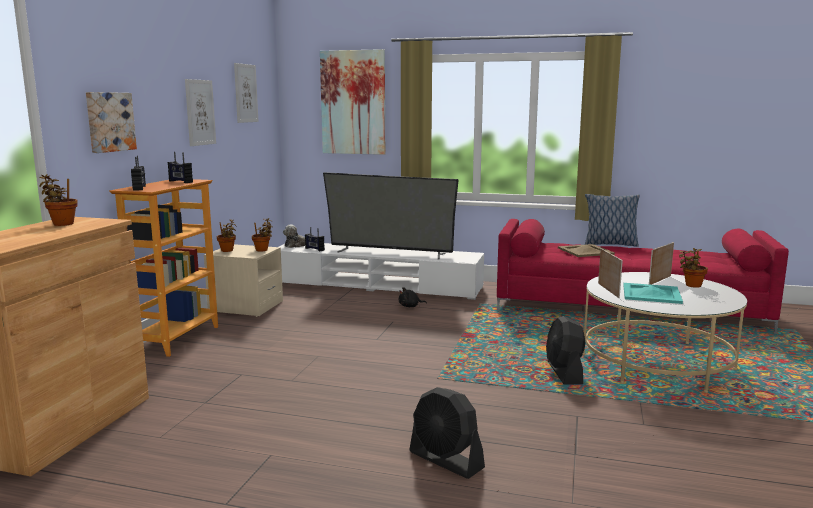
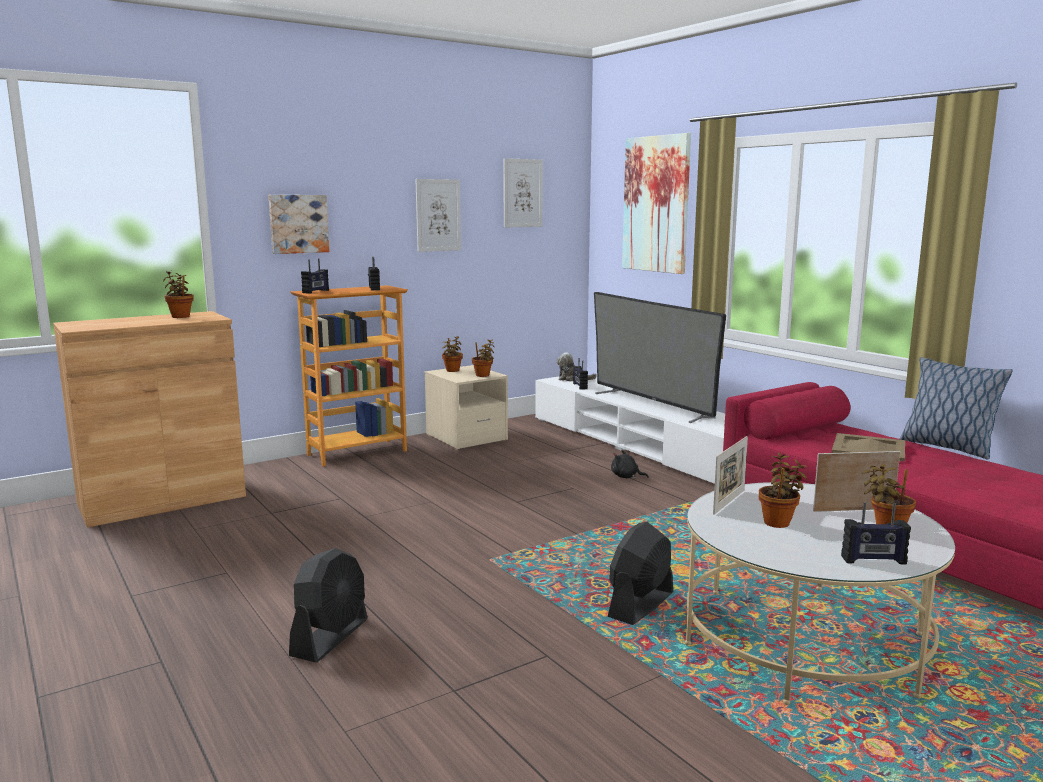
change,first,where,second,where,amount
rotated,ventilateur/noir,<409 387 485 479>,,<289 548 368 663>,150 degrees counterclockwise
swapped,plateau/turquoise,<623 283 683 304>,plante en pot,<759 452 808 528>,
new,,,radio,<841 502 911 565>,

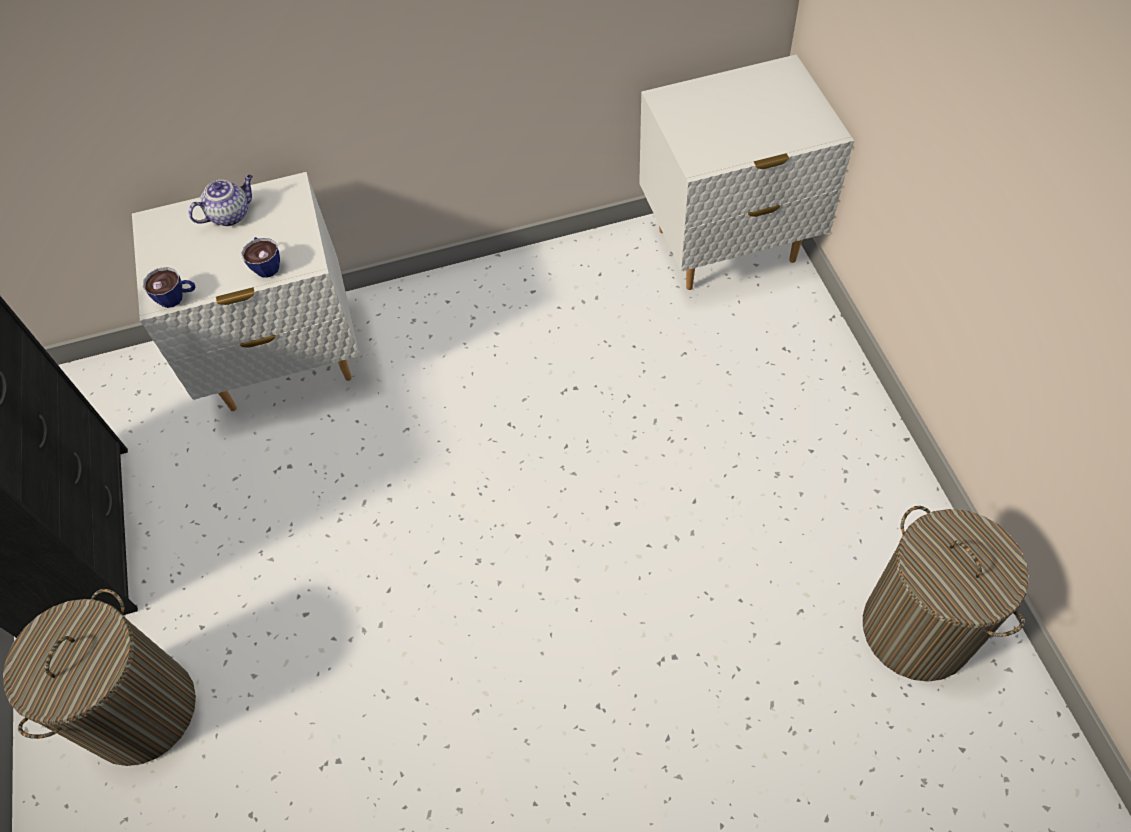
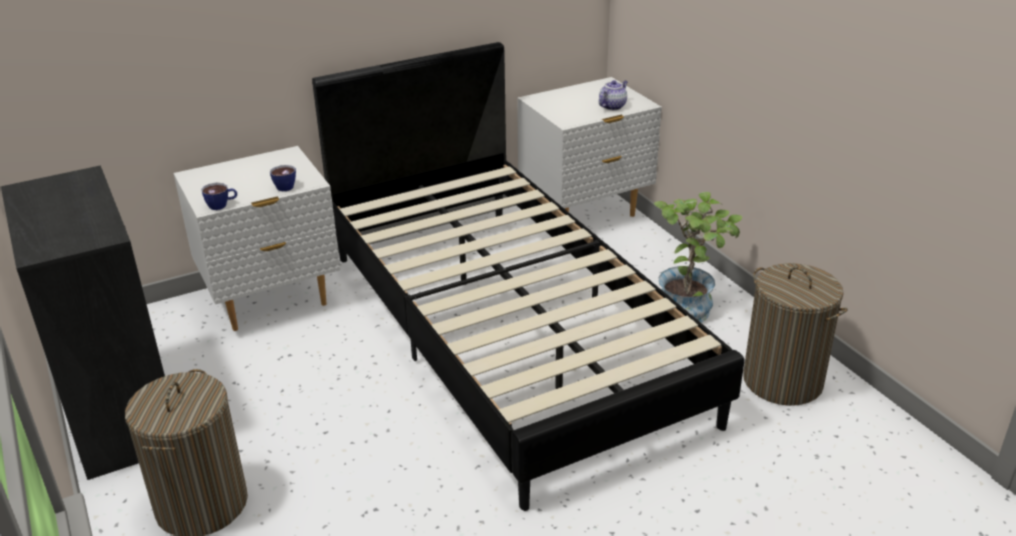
change,first,where,second,where,amount
new,,,lit/noir,<312 42 745 511>,
shifted,théière,<189 174 253 226>,,<599 80 628 110>,
new,,,plante en pot,<653 192 742 323>,

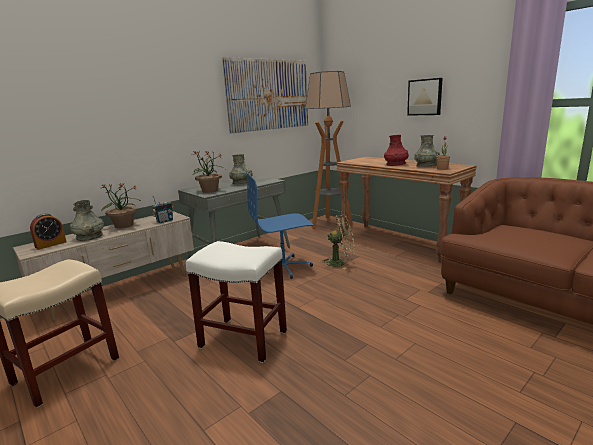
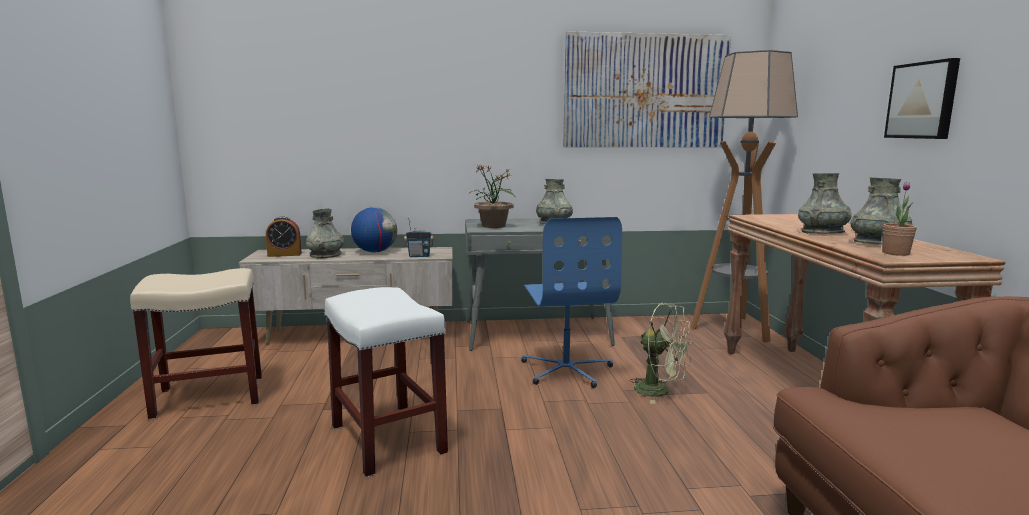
change,first,where,second,where,amount
swapped,plante en pot,<101 183 141 229>,globe,<351 207 397 252>,
rotated,chaise de bureau/bleu,<246 172 313 279>,,<521 217 622 388>,120 degrees counterclockwise
repainted,vase/rouge,<384 135 409 166>,vase/gris,<798 173 852 234>,

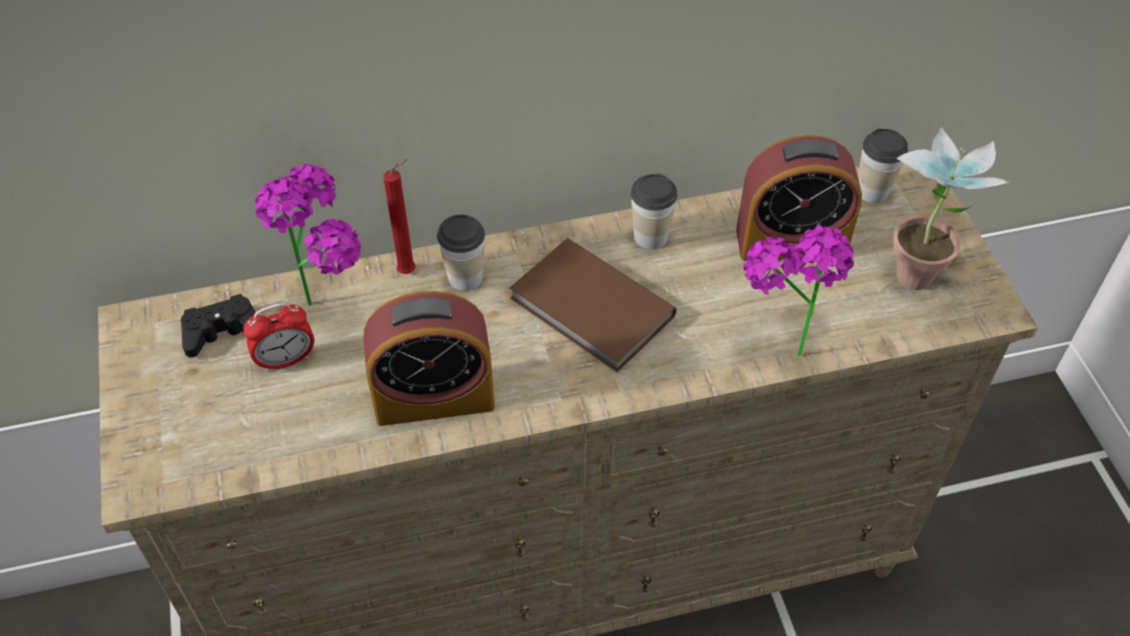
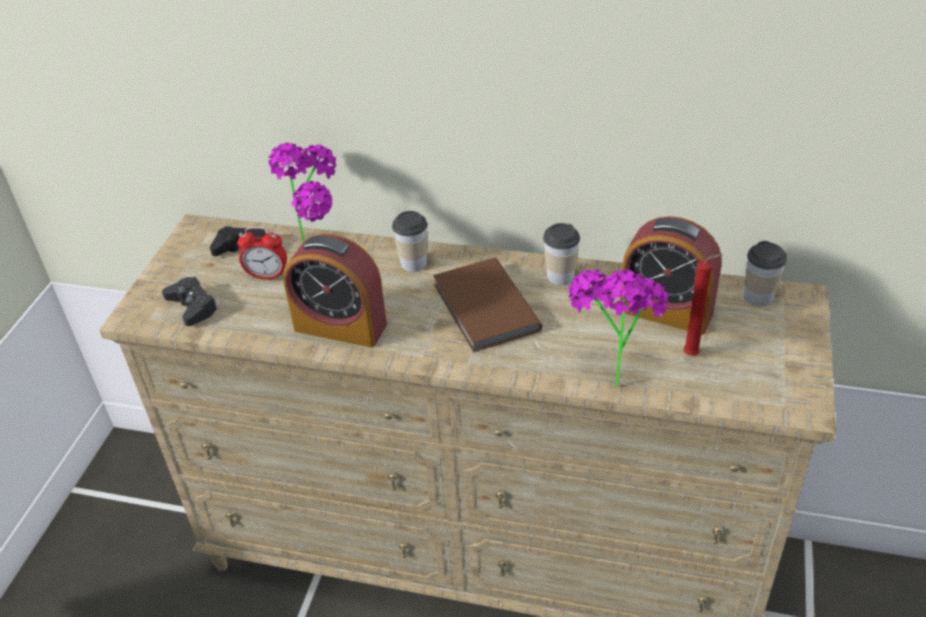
change,first,where,second,where,amount
new,,,manette/noir,<162 277 218 326>,
shifted,bougie/rouge,<383 159 416 274>,,<684 254 722 356>,
gone,plante en pot,<893 127 1011 290>,,,

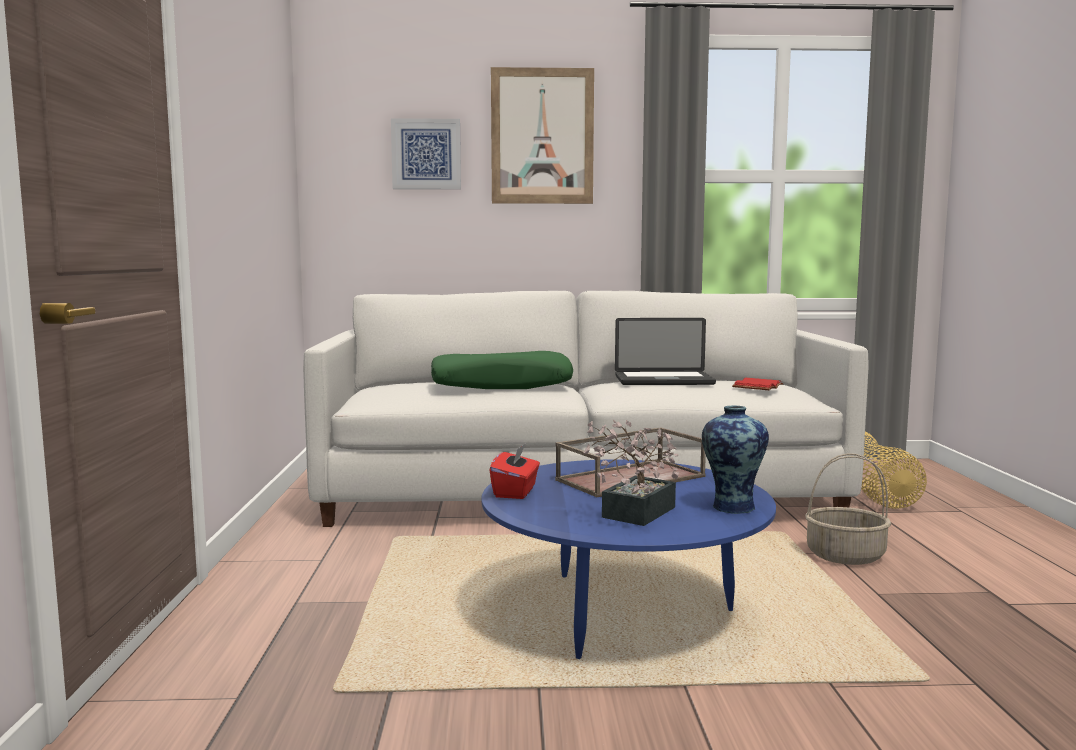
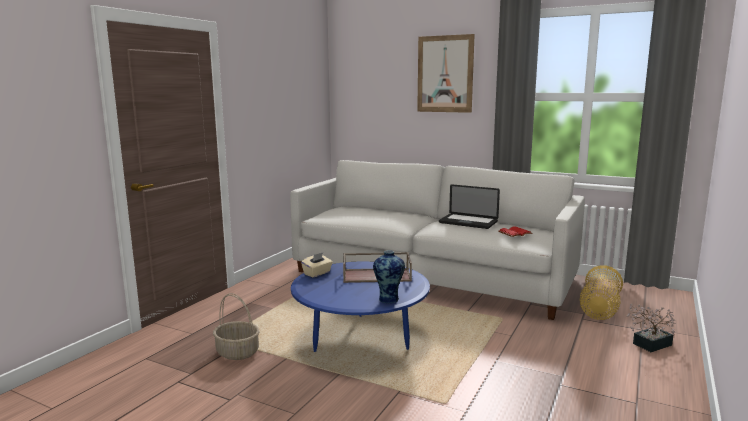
change,first,where,second,where,amount
shifted,panier,<805 453 891 565>,,<213 293 259 360>,
repainted,boîte à mouchoirs/rouge,<490 443 540 499>,boîte à mouchoirs/beige,<301 253 333 277>,
shifted,plante en pot,<584 420 679 526>,,<627 304 676 352>,
gone,tableau,<391 118 461 189>,,,
gone,coussin/vert,<431 351 573 389>,,,

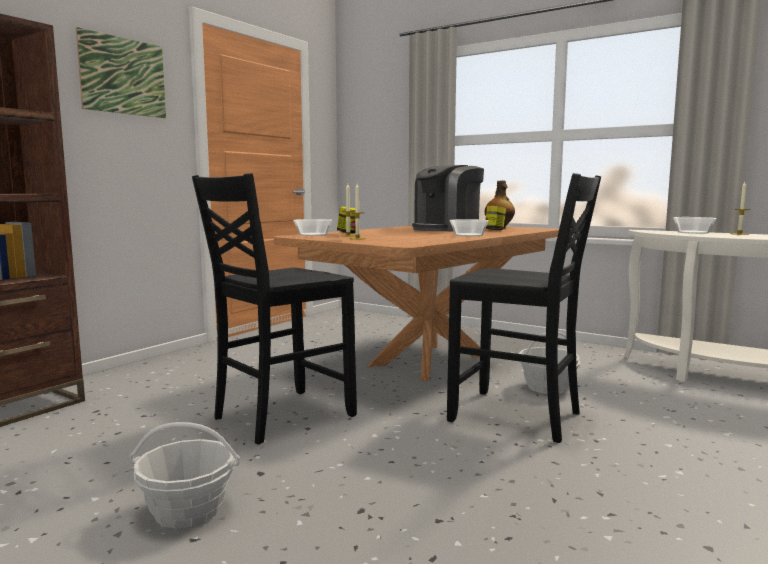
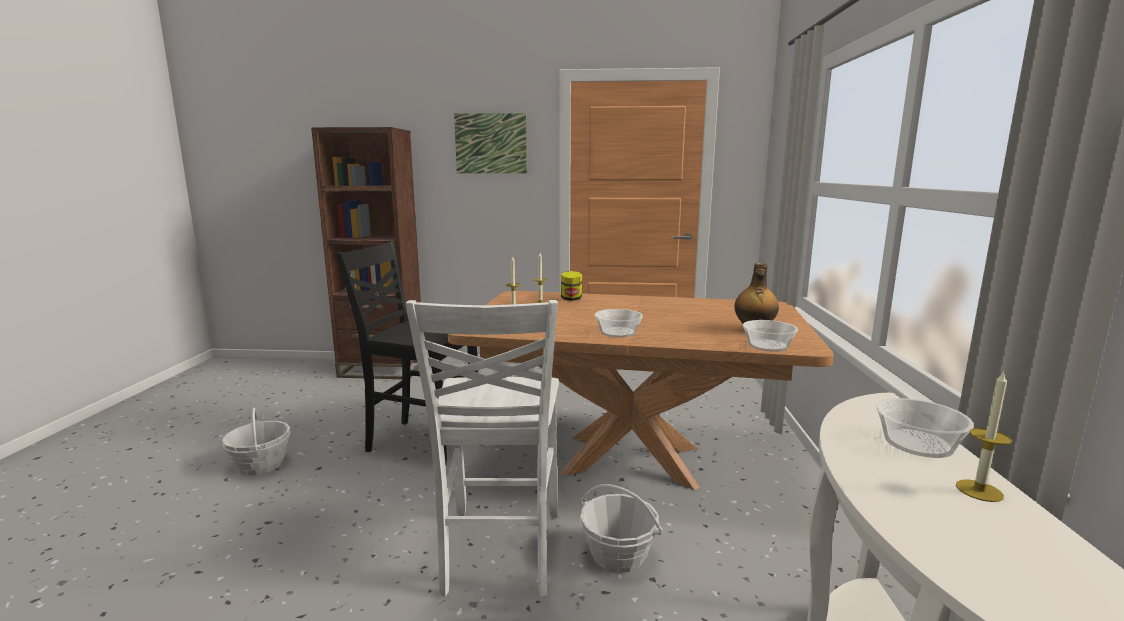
change,first,where,second,where,amount
repainted,chaise/noir,<447 173 601 443>,chaise/blanc,<405 300 559 597>,
shifted,bol,<293 219 332 236>,,<743 320 798 352>,
gone,machine à café,<412 165 484 232>,,,
gone,bocal,<485 206 506 230>,,,

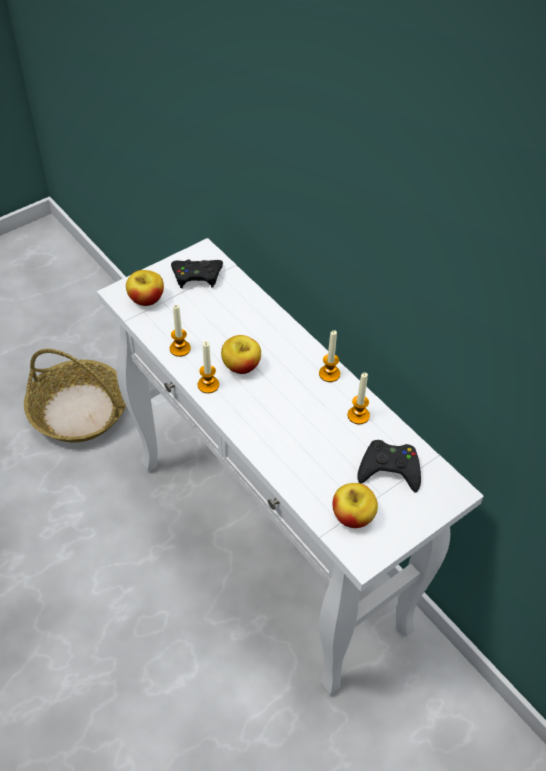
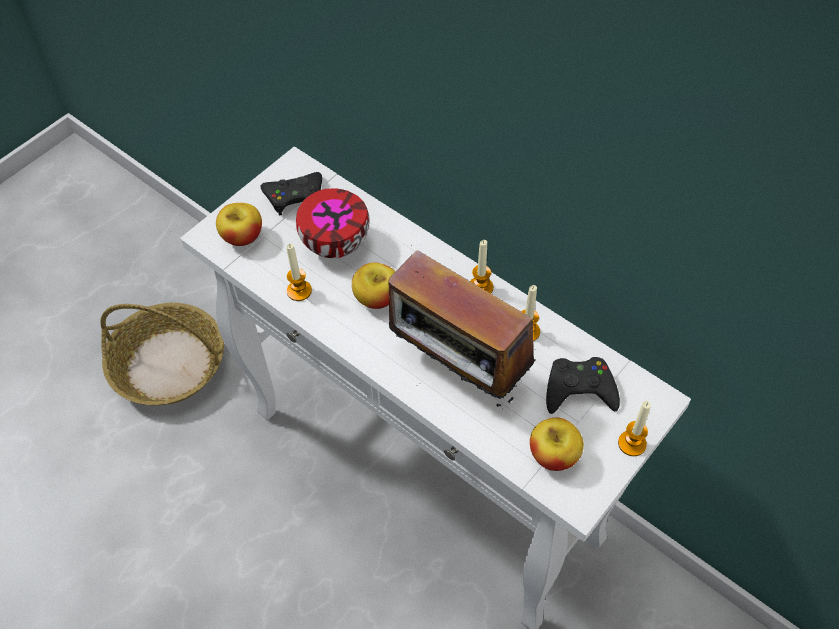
change,first,where,second,where,amount
new,,,bol,<296 188 369 258>,
new,,,radio,<388 245 535 407>,
shifted,bougie,<198 341 219 393>,,<618 401 651 456>,

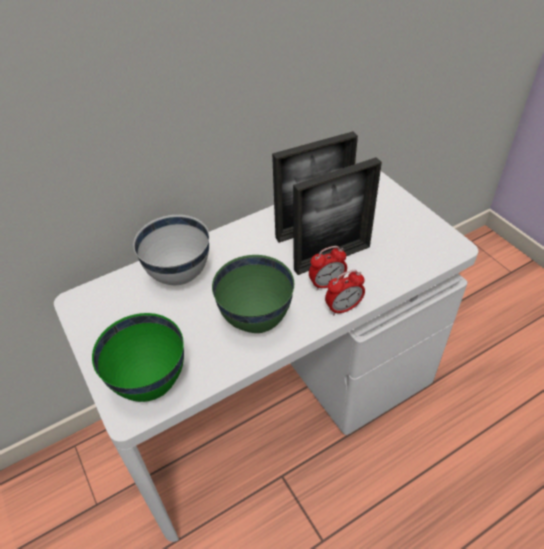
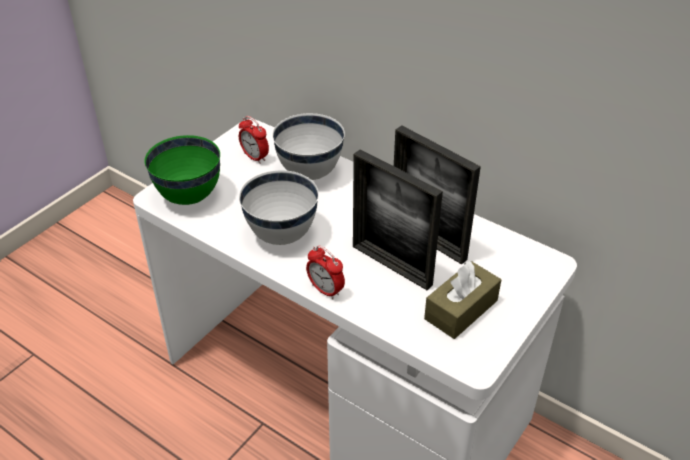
change,first,where,second,where,amount
shifted,réveil,<309 246 347 290>,,<239 116 269 164>,
repainted,bol/vert,<212 255 294 333>,bol/blanc,<239 170 319 245>,
new,,,boîte à mouchoirs/marron,<424 261 501 339>,

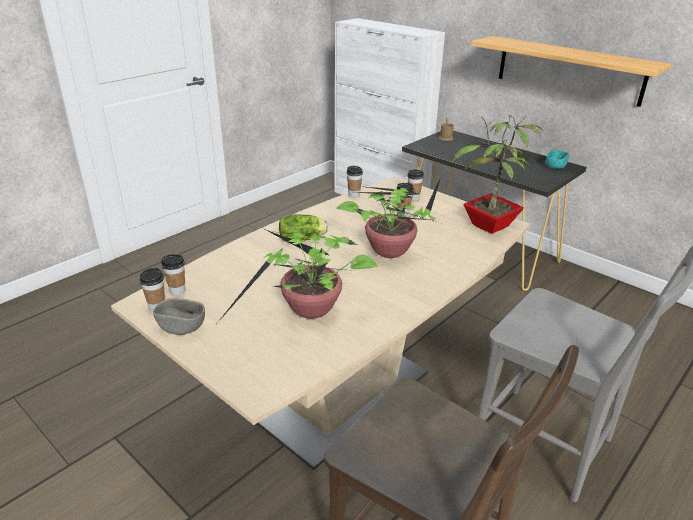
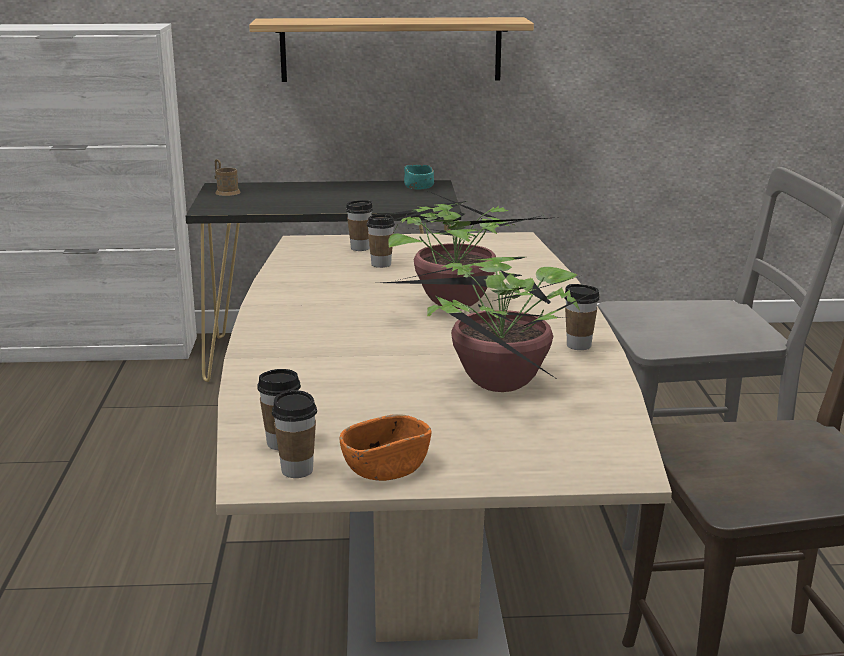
change,first,where,second,where,amount
repainted,bol/gris,<153 298 205 335>,bol/orange,<340 414 431 481>,
shifted,tasse,<347 166 363 197>,,<564 284 600 350>,
gone,laitue,<279 214 328 242>,,,
gone,plante en pot,<451 114 545 234>,,,

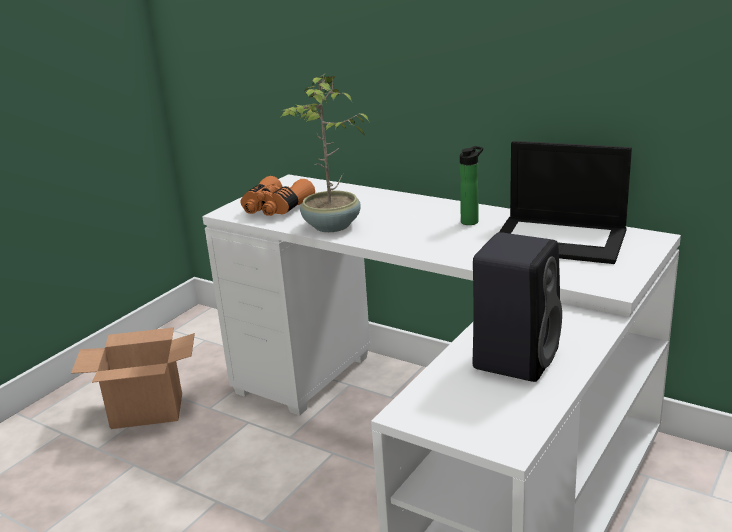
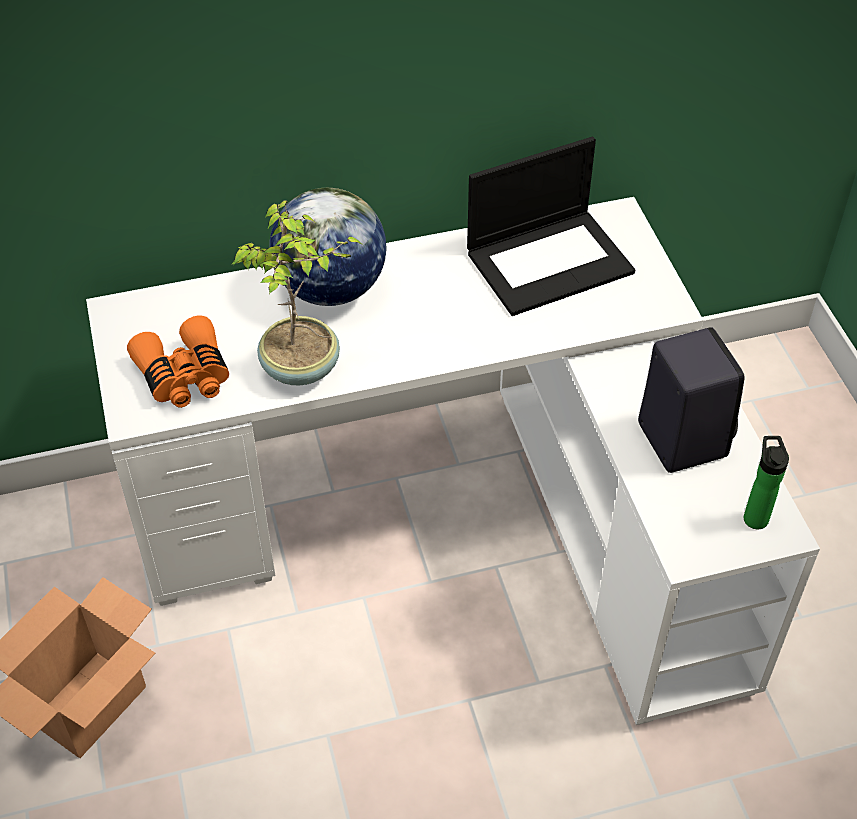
change,first,where,second,where,amount
new,,,globe,<270 188 386 306>,
shifted,bouteille,<460 146 483 225>,,<744 436 789 529>,

